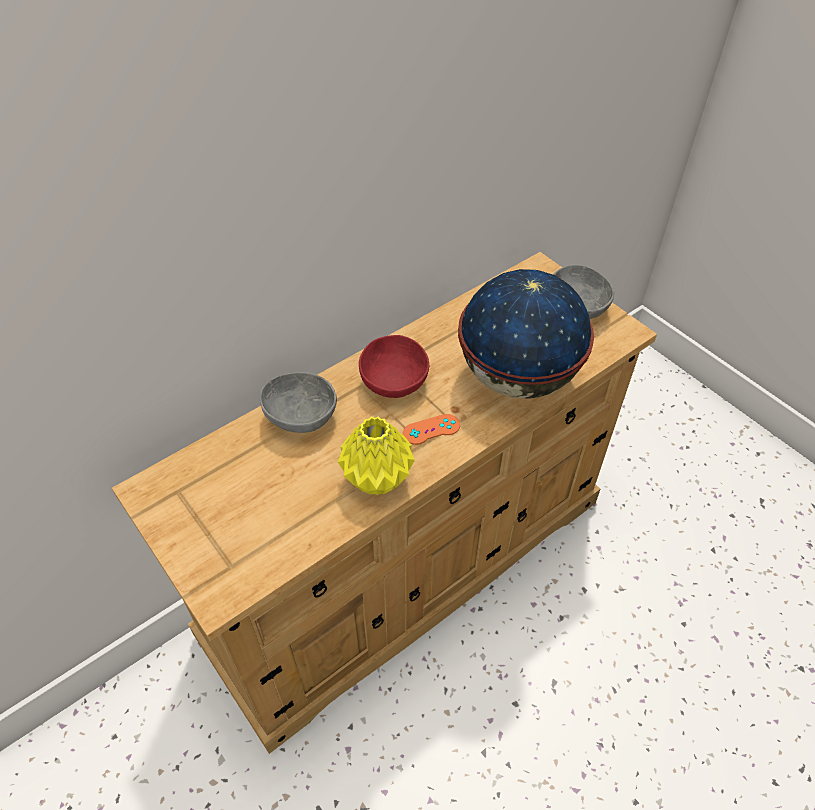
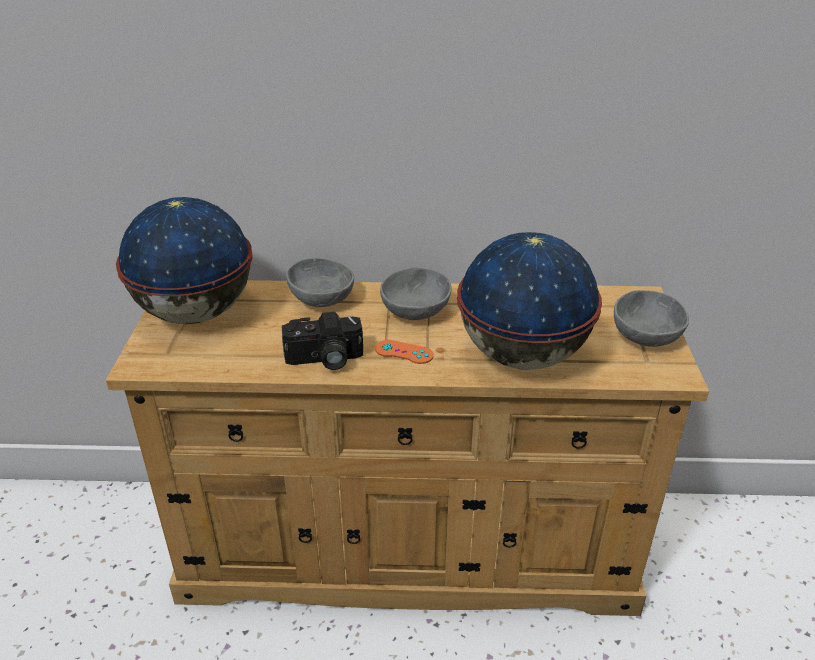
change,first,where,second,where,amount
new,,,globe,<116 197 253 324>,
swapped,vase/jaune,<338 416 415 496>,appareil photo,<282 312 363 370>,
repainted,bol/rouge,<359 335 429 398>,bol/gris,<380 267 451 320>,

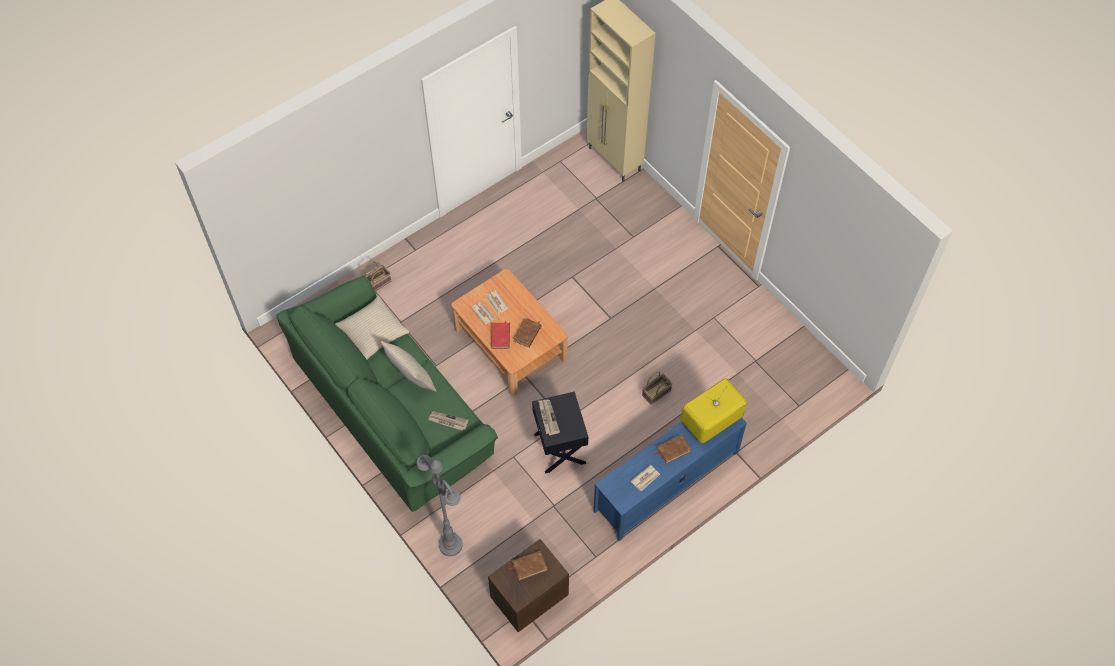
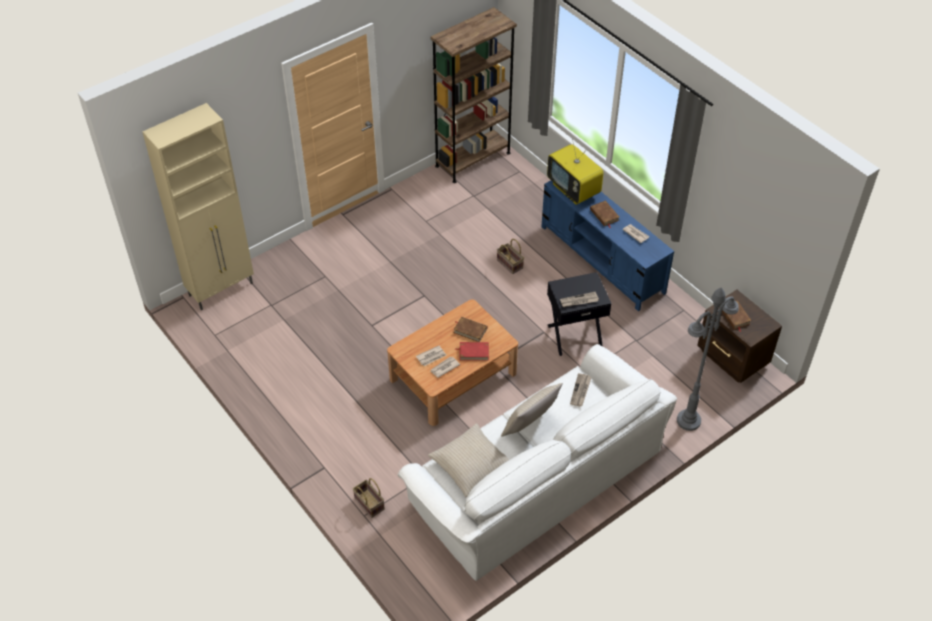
change,first,where,second,where,amount
repainted,canapé/vert,<277 275 498 512>,canapé/blanc,<398 344 677 581>,
new,,,bibliothèque/marron,<430 7 517 183>,

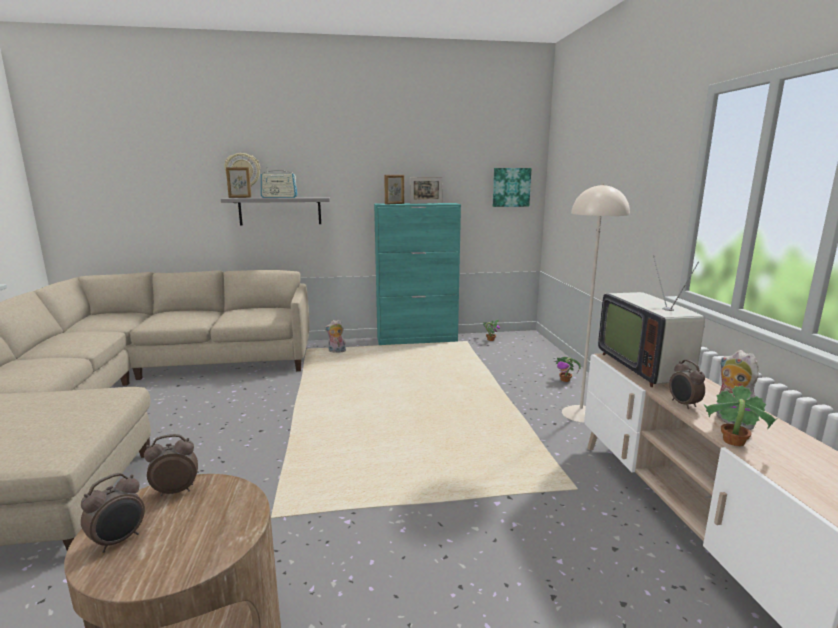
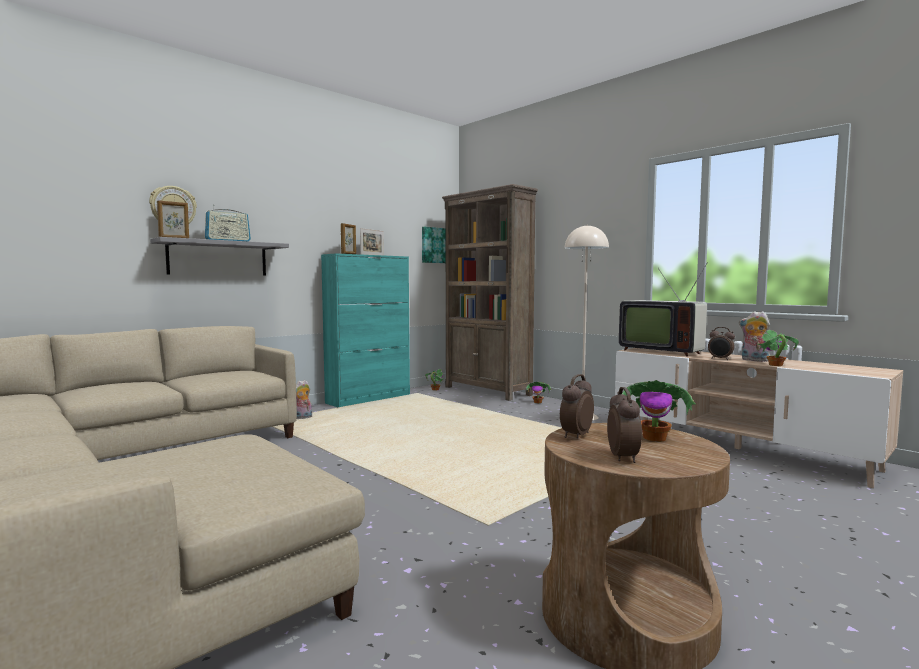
change,first,where,second,where,amount
new,,,bibliothèque/marron,<442 184 538 401>,
new,,,plante en pot,<622 380 696 442>,

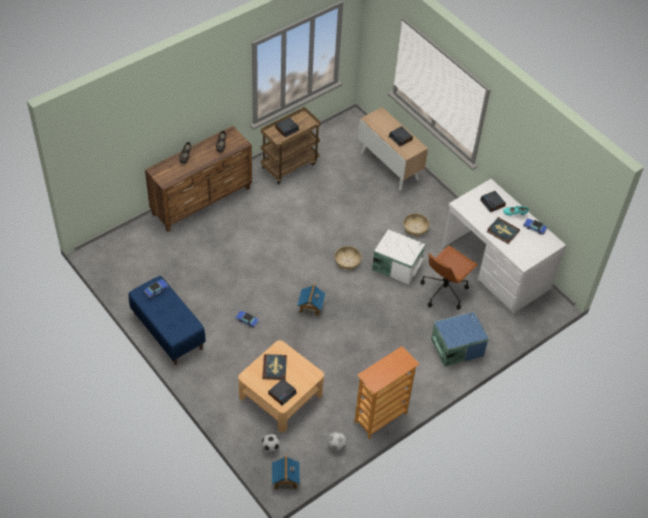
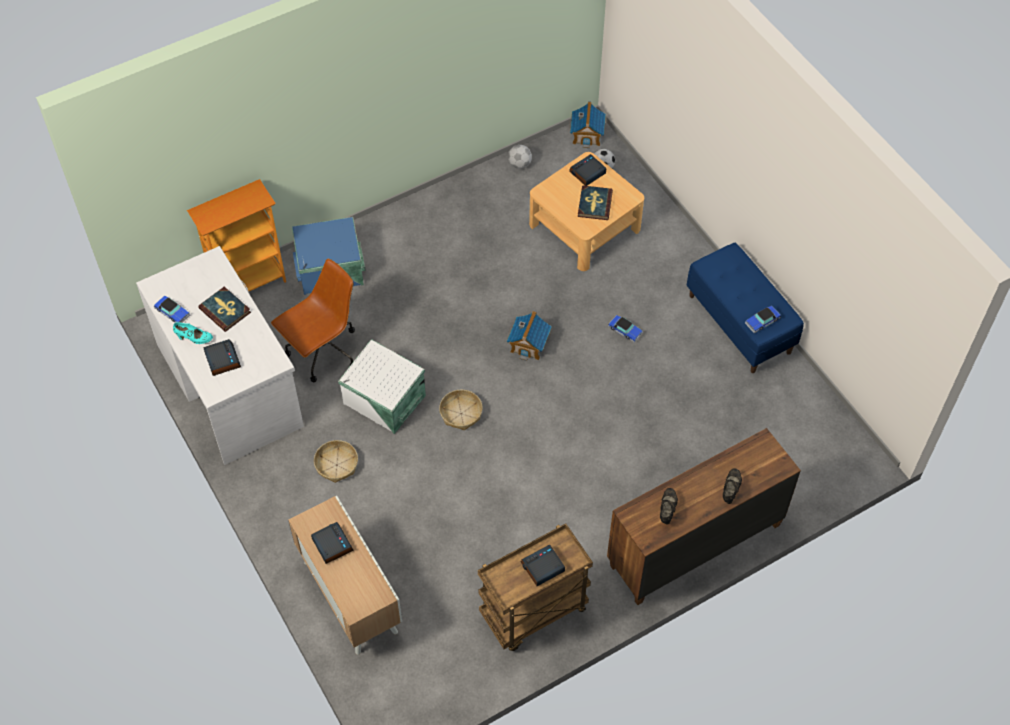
change,first,where,second,where,amount
shifted,bibliothèque,<354 346 419 439>,,<187 179 286 291>,

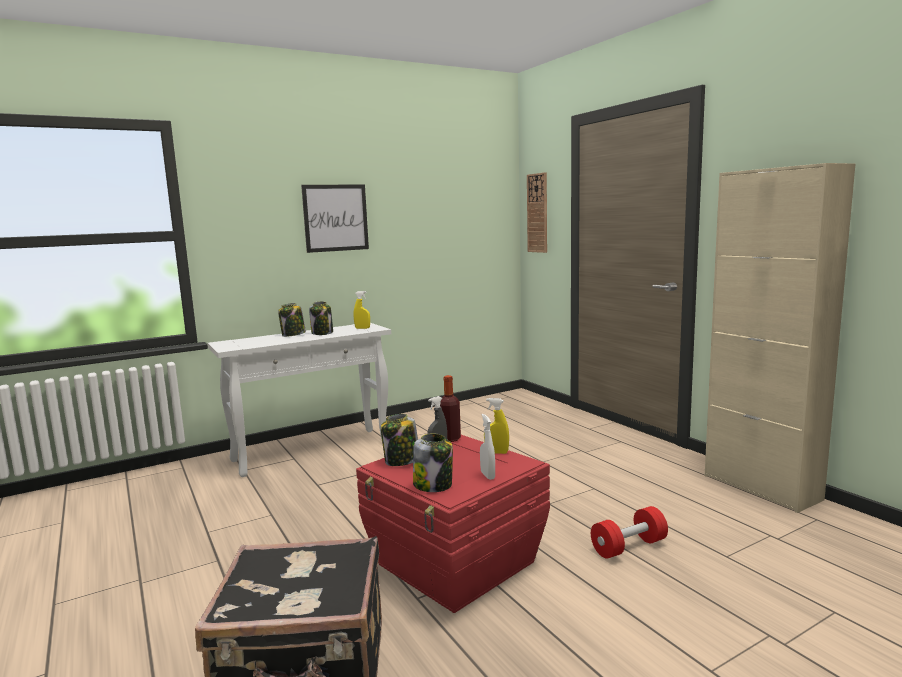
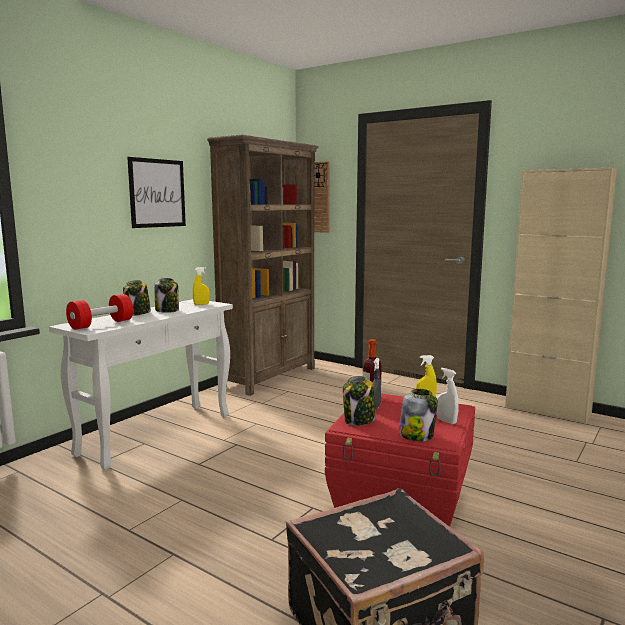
change,first,where,second,where,amount
shifted,haltère/rouge,<591 506 668 559>,,<66 294 133 330>,
new,,,bibliothèque/marron,<207 135 318 396>,

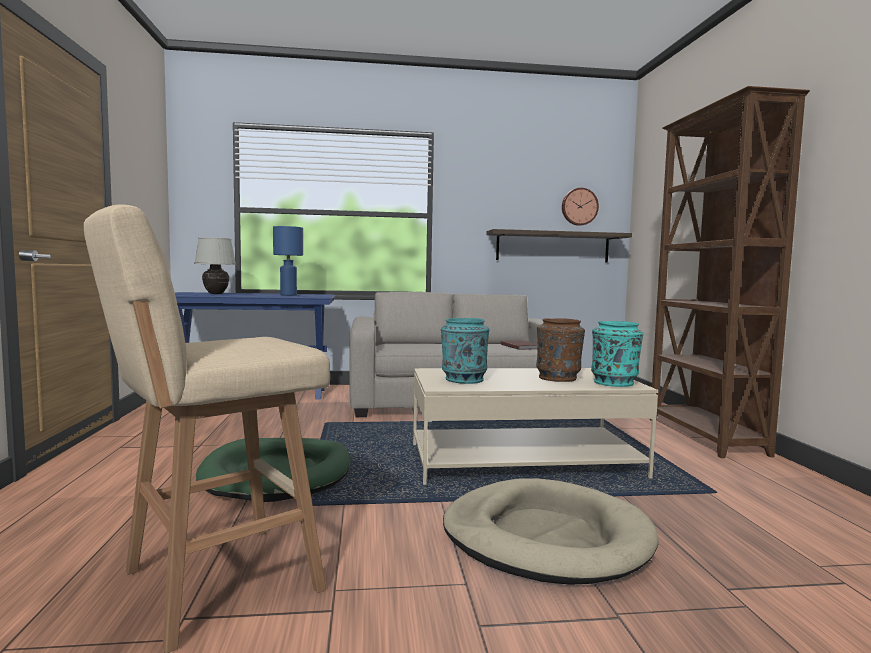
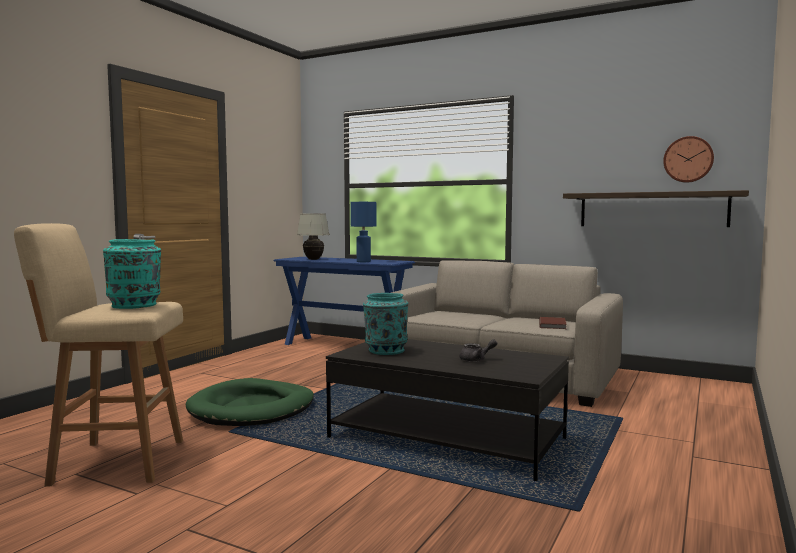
change,first,where,second,where,amount
shifted,vase/turquoise,<591 321 643 387>,,<103 239 161 309>,
repainted,table basse/beige,<413 368 658 485>,table basse/noir,<326 339 569 481>,
swapped,vase/marron,<536 318 585 382>,théière/gris,<459 339 497 362>,
gone,panier pour chien/beige,<443 478 659 585>,,,
gone,bibliothèque/marron,<650 86 810 458>,,,

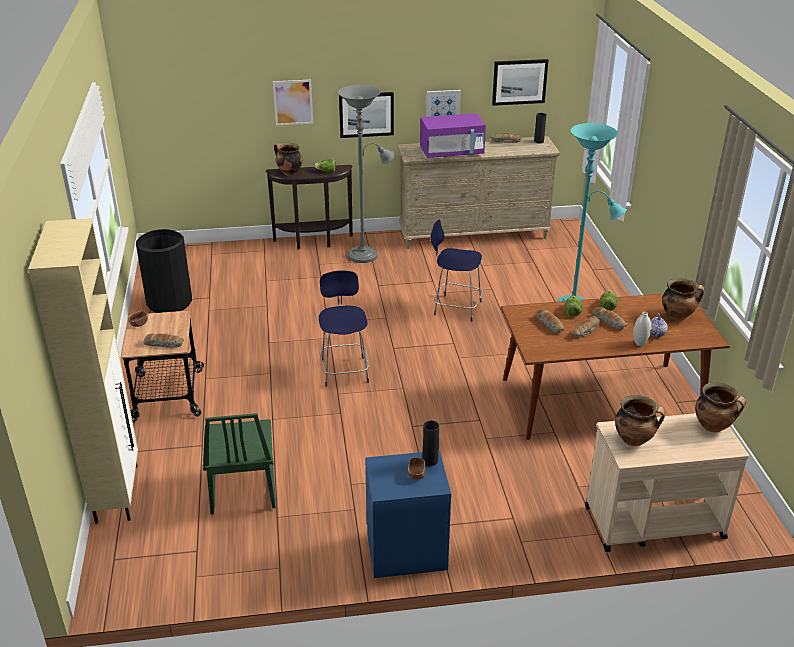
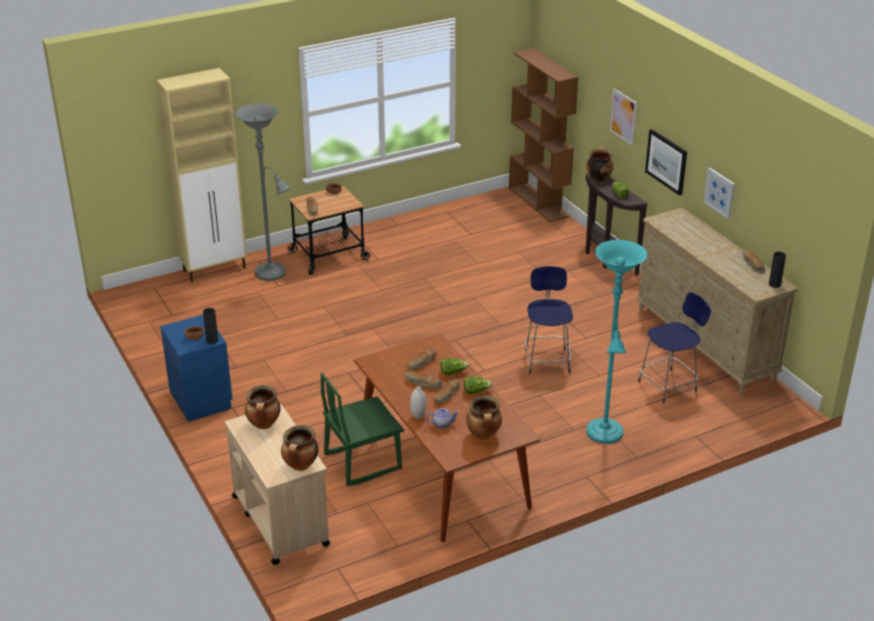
change,first,where,second,where,amount
shifted,lampadaire/gris,<338 85 395 263>,,<236 104 292 281>,
shifted,chaise/vert,<203 413 276 515>,,<320 373 404 486>,
new,,,bibliothèque/marron,<509 48 579 222>,
shifted,tabouret/bleu,<319 270 369 387>,,<638 292 711 404>,
gone,poubelle/noir,<136 229 192 313>,,,
gone,micro-ondes/violet,<420 113 486 158>,,,
gone,tableau,<492 59 548 106>,,,

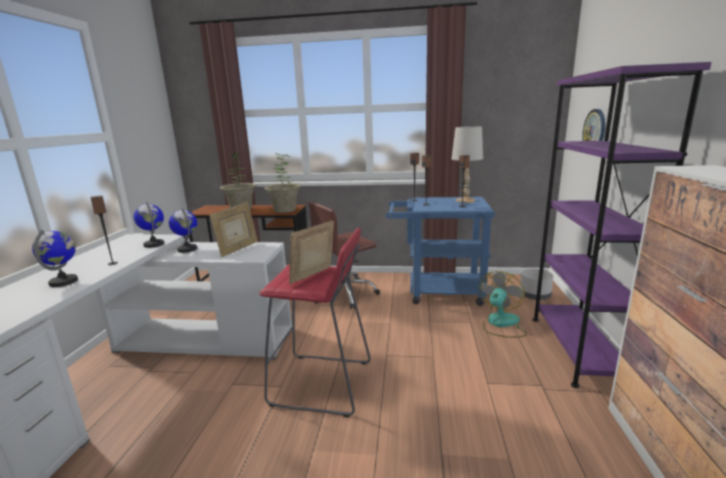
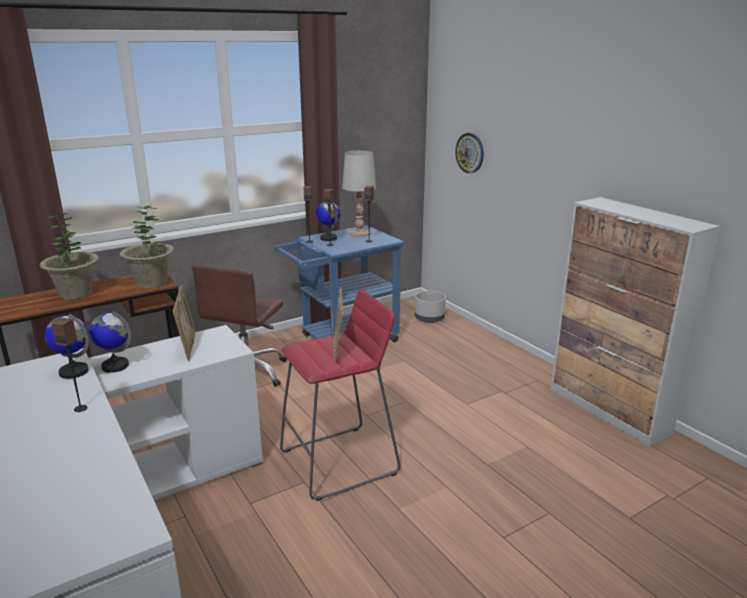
change,first,where,second,where,amount
shifted,globe,<32 230 78 287>,,<316 202 340 241>,
gone,ventilateur,<479 271 527 338>,,,
gone,bibliothèque/violet,<533 62 712 388>,,,

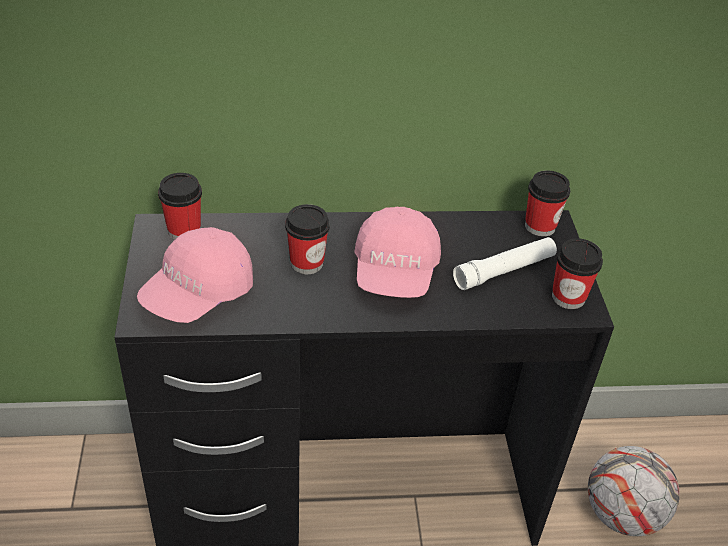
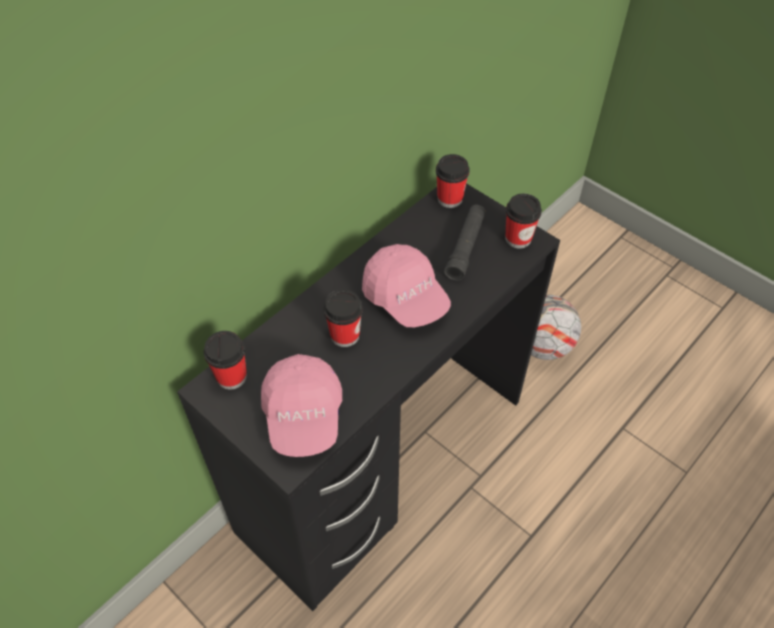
change,first,where,second,where,amount
repainted,lampe de poche/blanc,<453 237 557 290>,lampe de poche/noir,<444 205 485 281>,

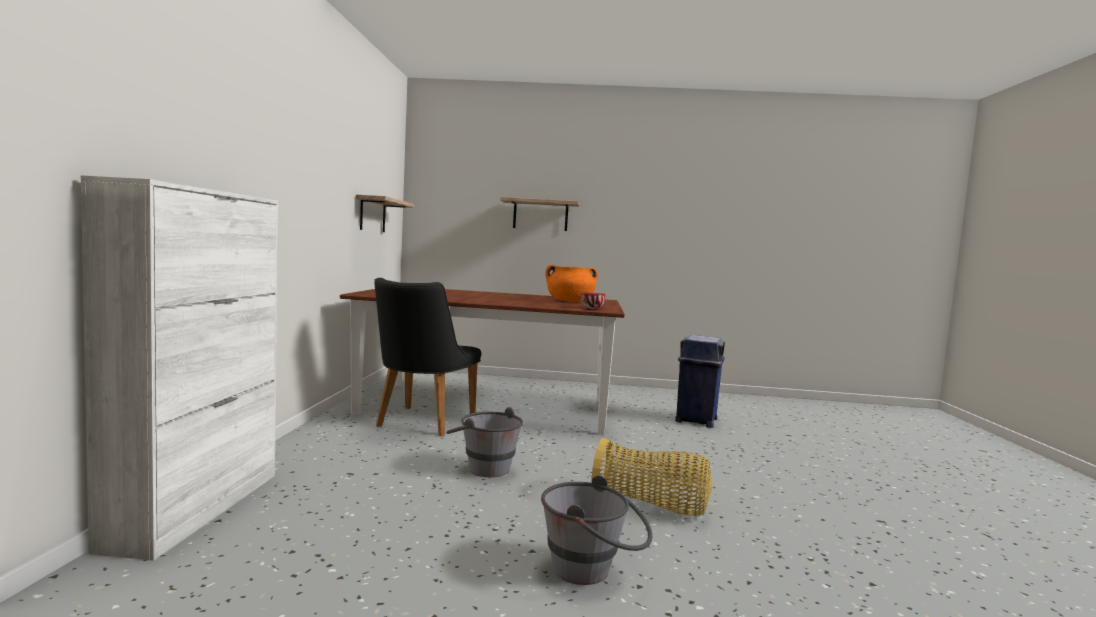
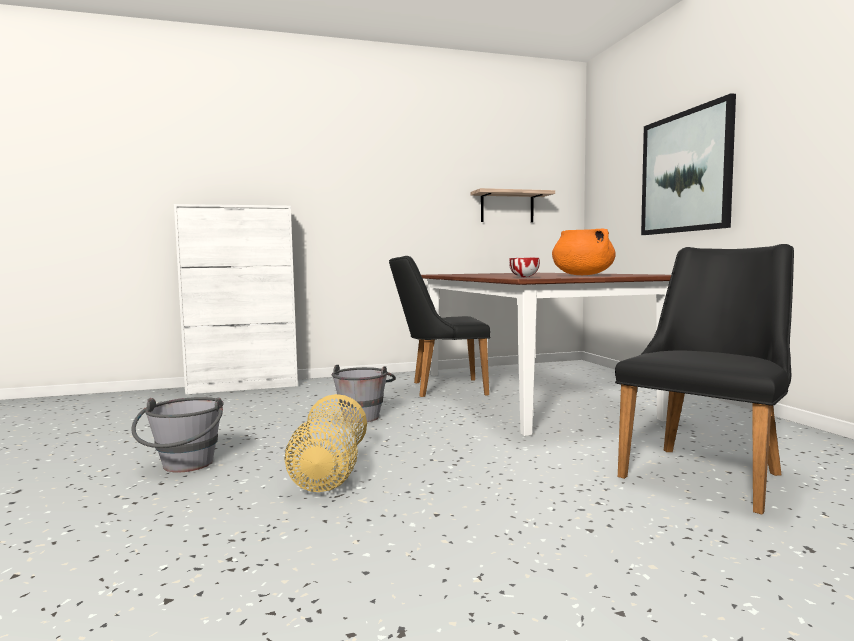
change,first,where,second,where,amount
swapped,poubelle/bleu,<675 335 725 428>,chaise/noir,<615 244 794 515>,
swapped,étagère,<500 197 579 231>,tableau,<641 93 736 235>,

